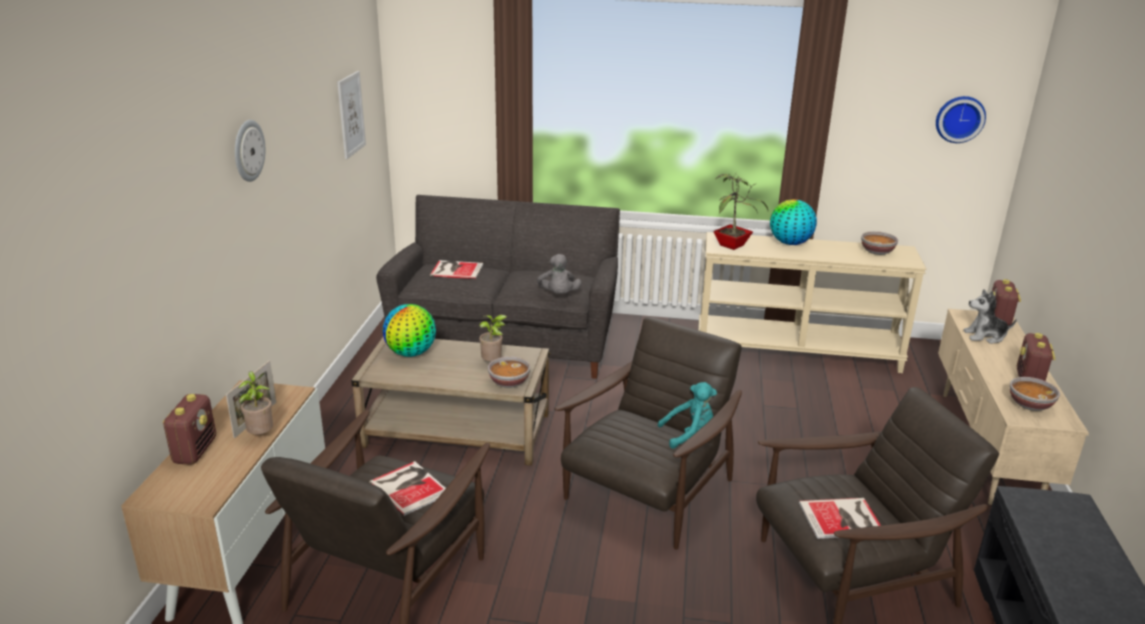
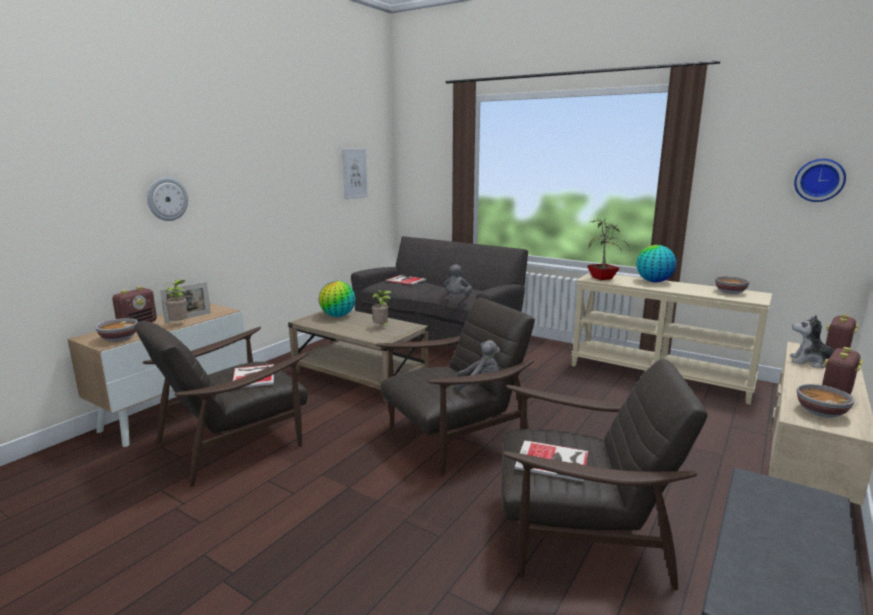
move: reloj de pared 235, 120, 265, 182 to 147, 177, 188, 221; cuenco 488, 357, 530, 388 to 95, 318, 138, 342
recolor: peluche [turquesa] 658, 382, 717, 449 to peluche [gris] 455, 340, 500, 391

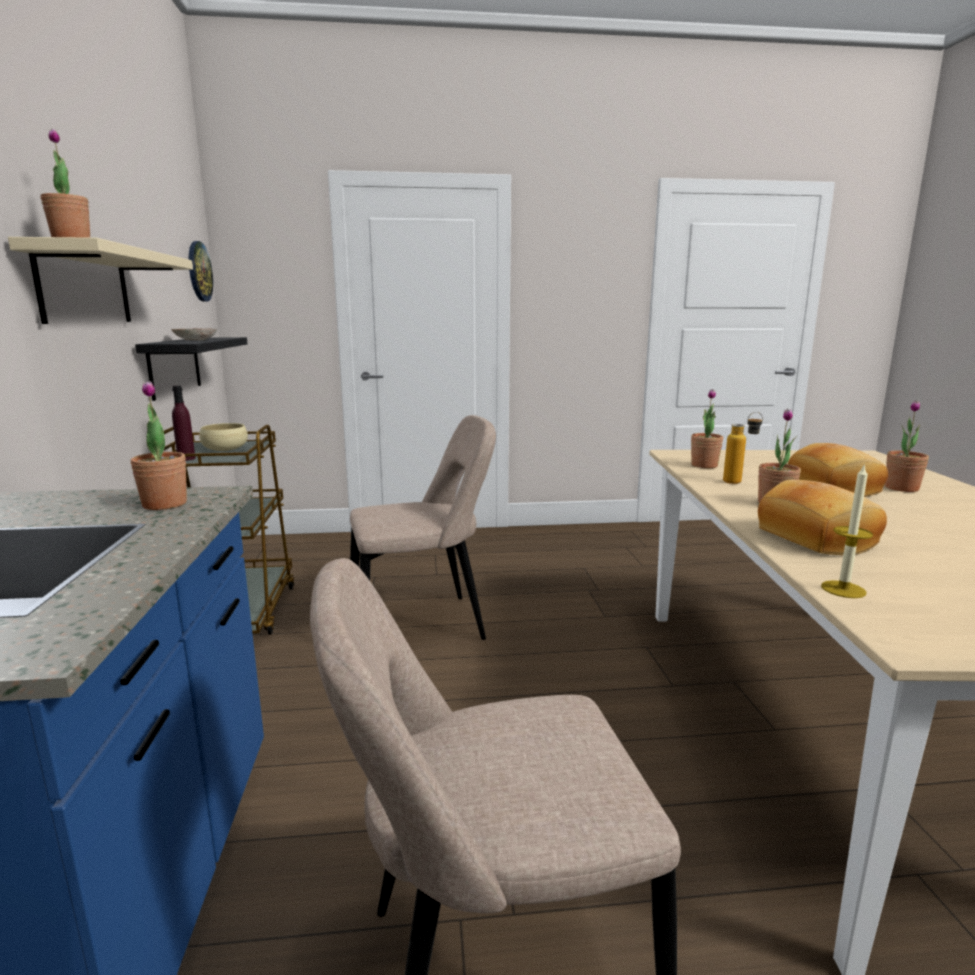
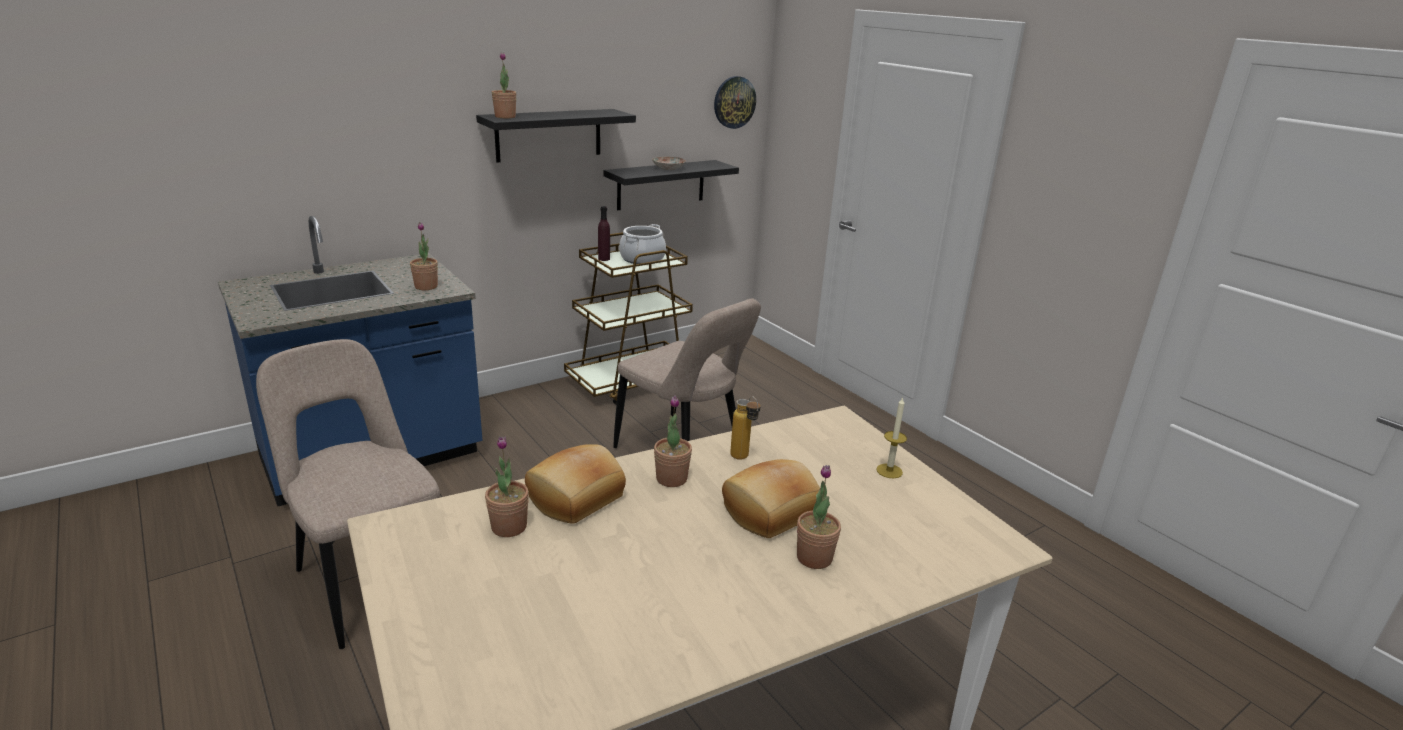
move: planta en maceta 691, 389, 723, 468 to 485, 436, 529, 537; vela 821, 463, 873, 598 to 876, 397, 907, 478
replace: cuenco [beis] 199, 423, 248, 451 to olla 619, 224, 666, 265
recolor: estante [beis] 8, 237, 193, 324 to estante [negro] 476, 109, 636, 162

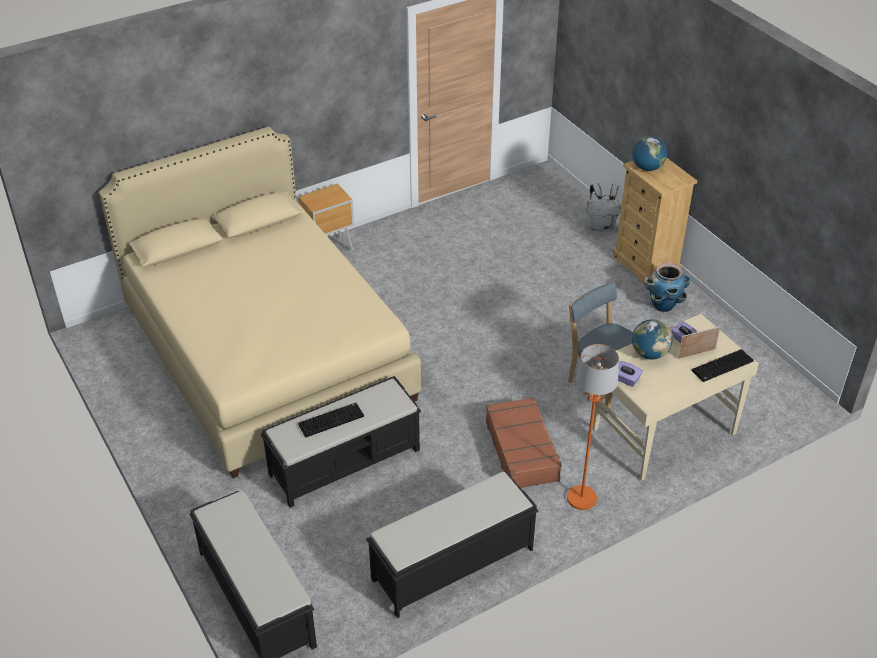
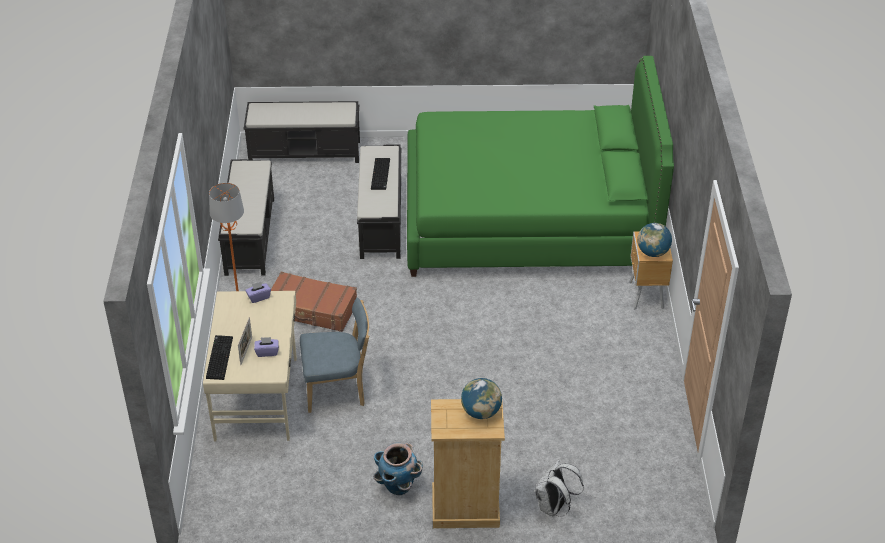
move: globo terráqueo 632, 320, 672, 359 to 637, 223, 672, 257
recolor: cama [beis] 99, 127, 421, 478 to cama [verde] 407, 56, 674, 277

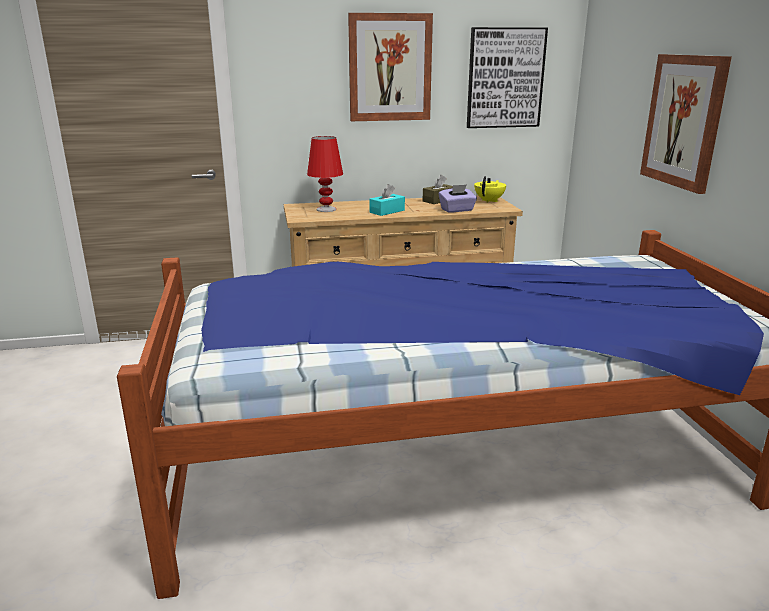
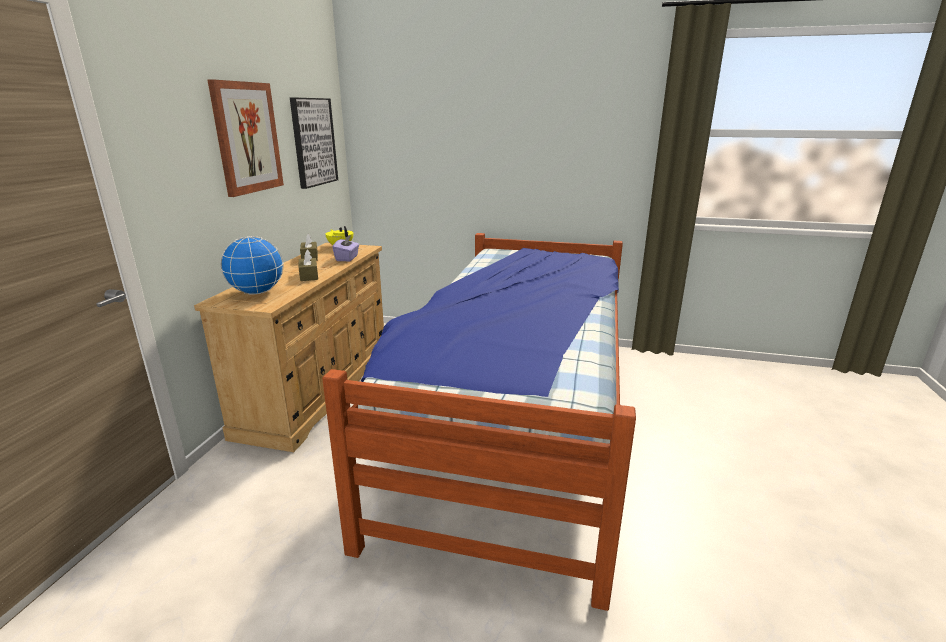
delete: cuadro 640, 54, 732, 194
replace: lámpara de mesa [rojo] 307, 136, 343, 212 to globo terráqueo 220, 236, 283, 294
recolor: caja de pañuelos [turquesa] 369, 184, 405, 216 to caja de pañuelos [marrón] 299, 249, 318, 281

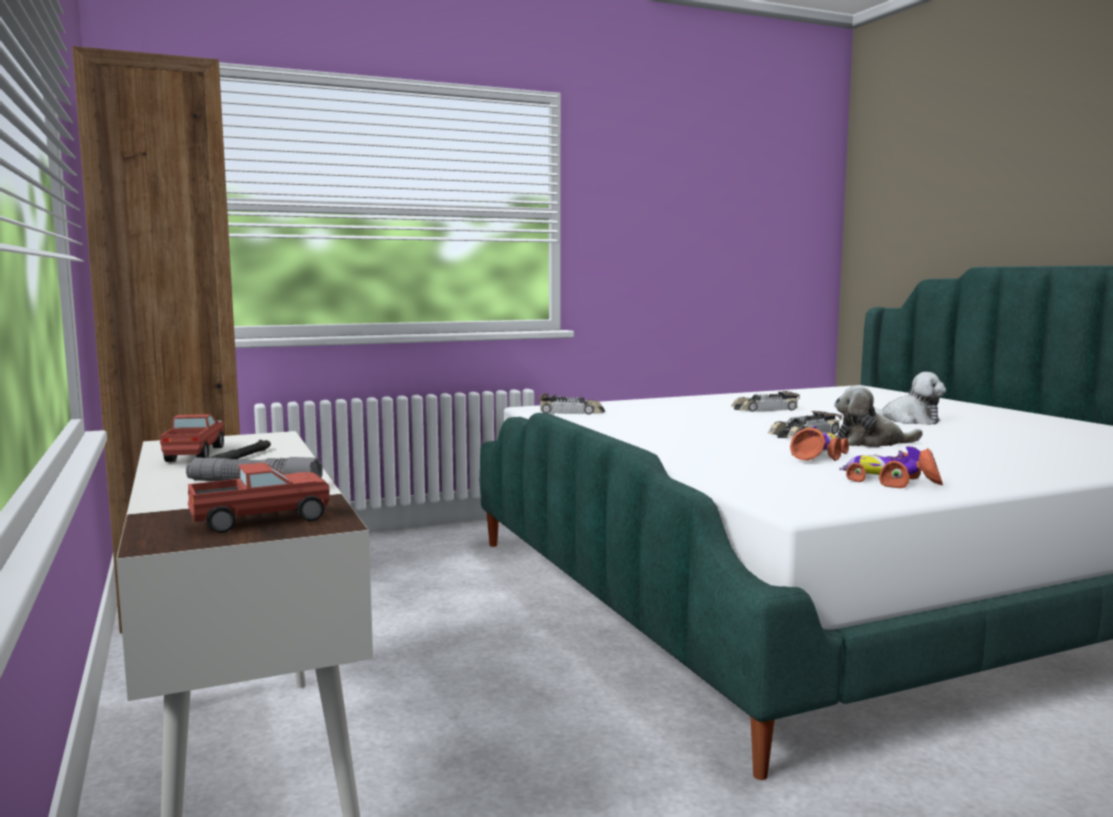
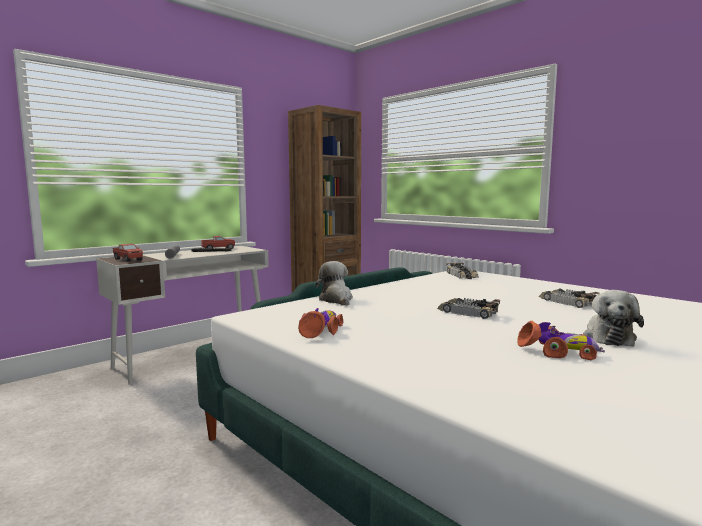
move: coche de juguete 790, 426, 849, 461 to 517, 321, 605, 360; peluche 834, 385, 923, 447 to 315, 261, 353, 306

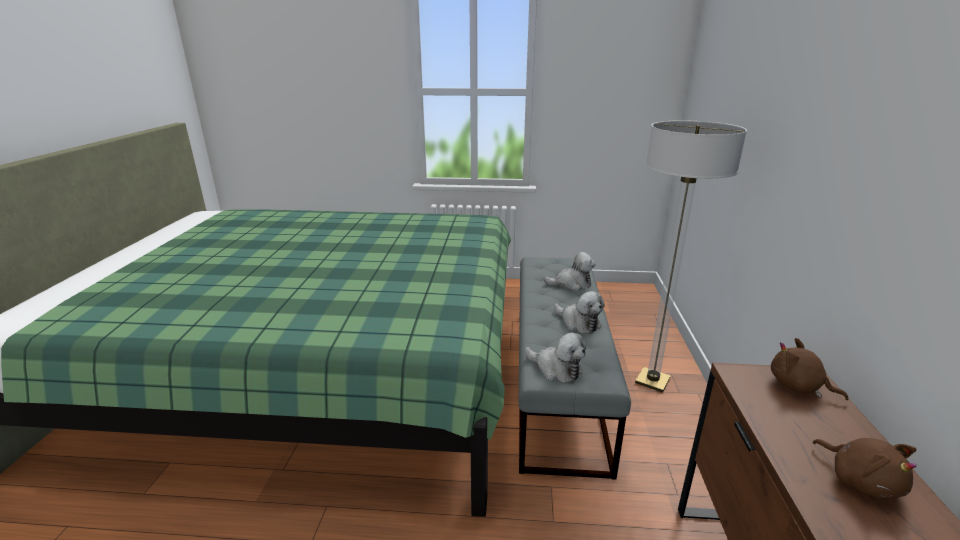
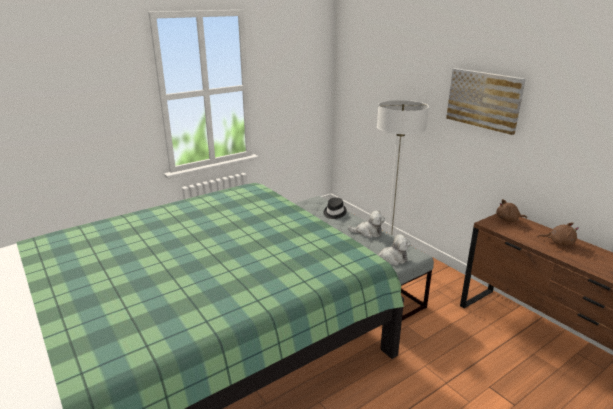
insert: cuadro 446, 68, 526, 135
replace: peluche 544, 252, 596, 291 to sombrero [negro] 323, 198, 347, 219

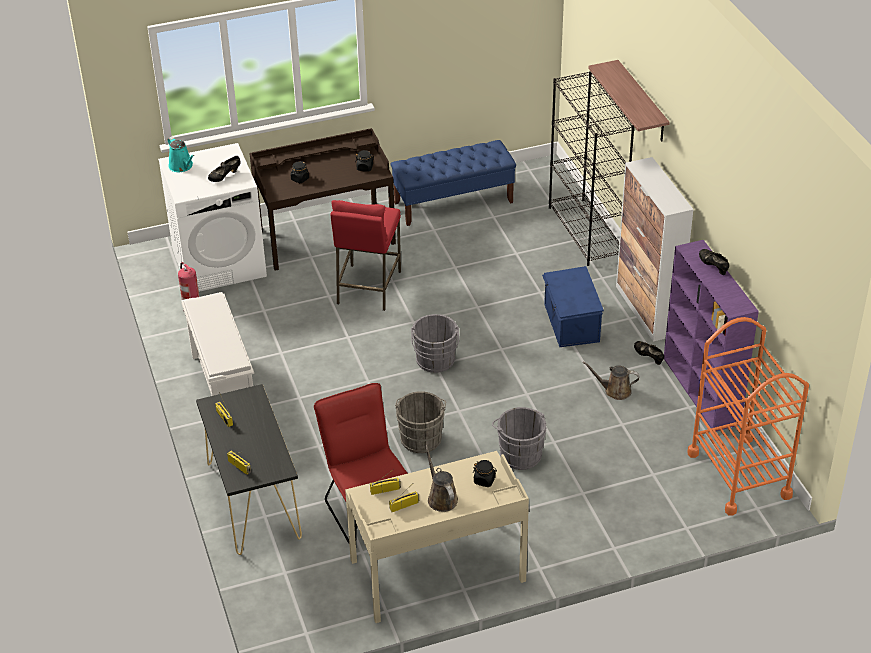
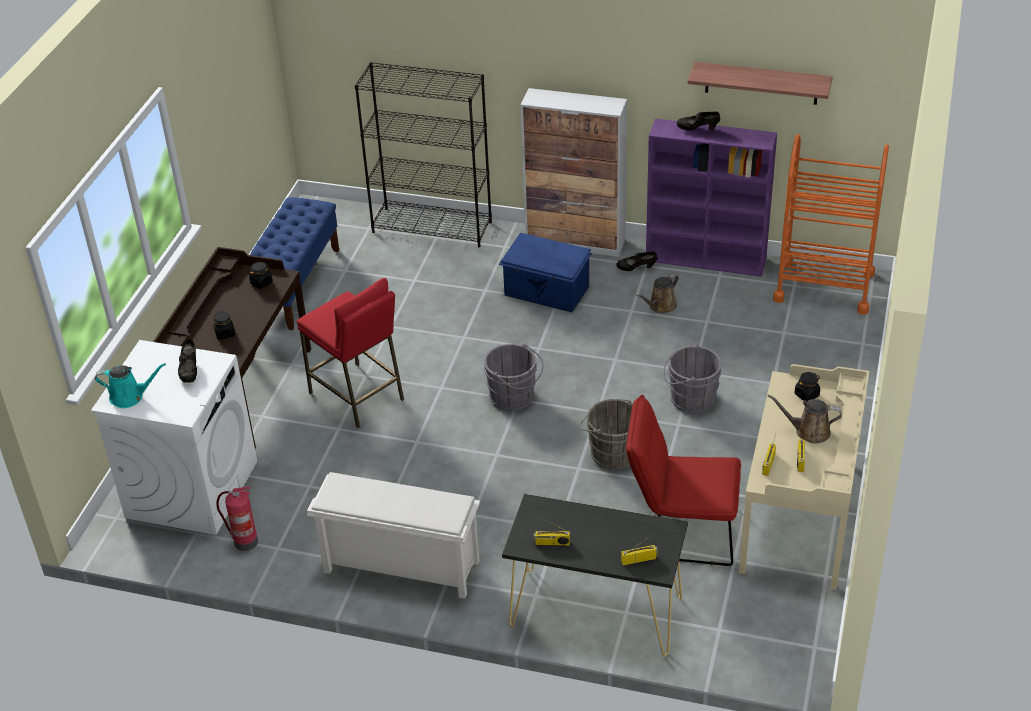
move: estante 588, 60, 670, 142 to 688, 62, 833, 105

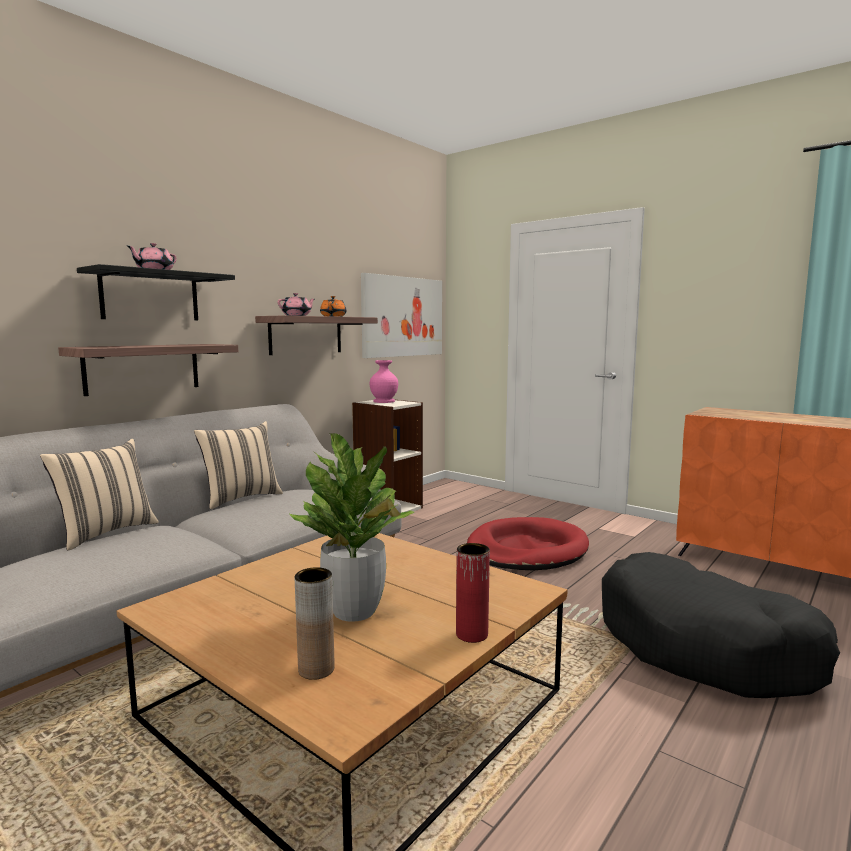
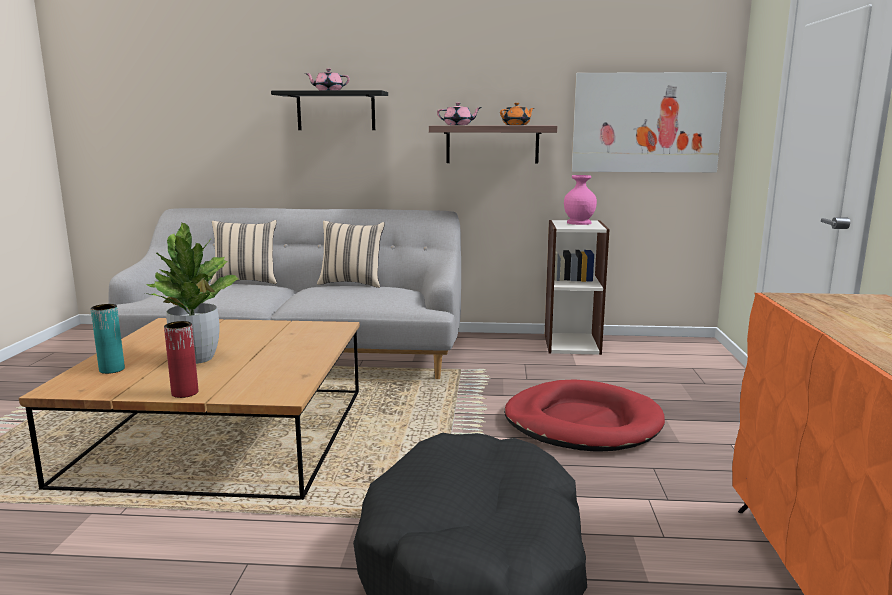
delete: estante 58, 344, 238, 396
recolor: florero [marrón] 295, 567, 335, 680 to florero [turquesa] 91, 304, 125, 374

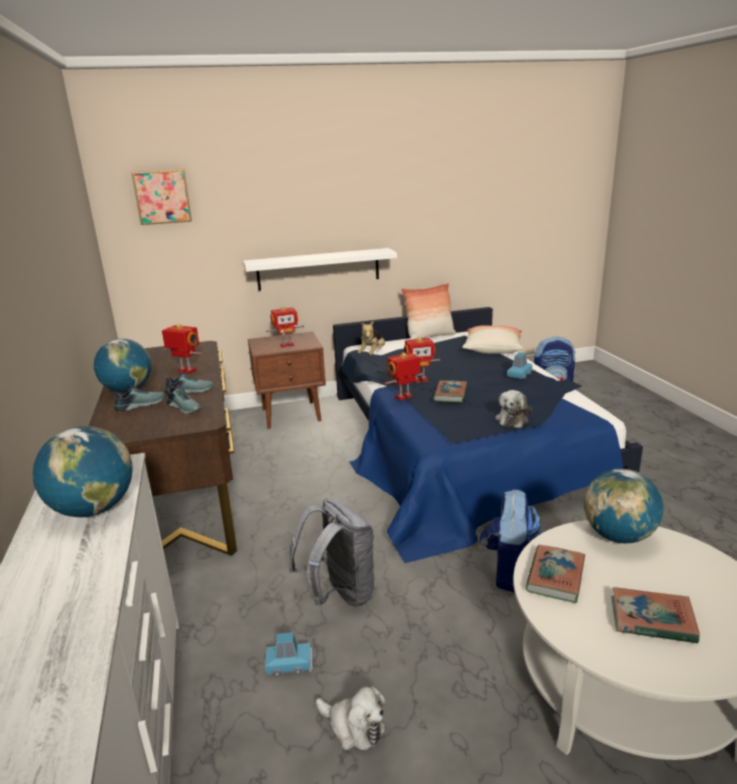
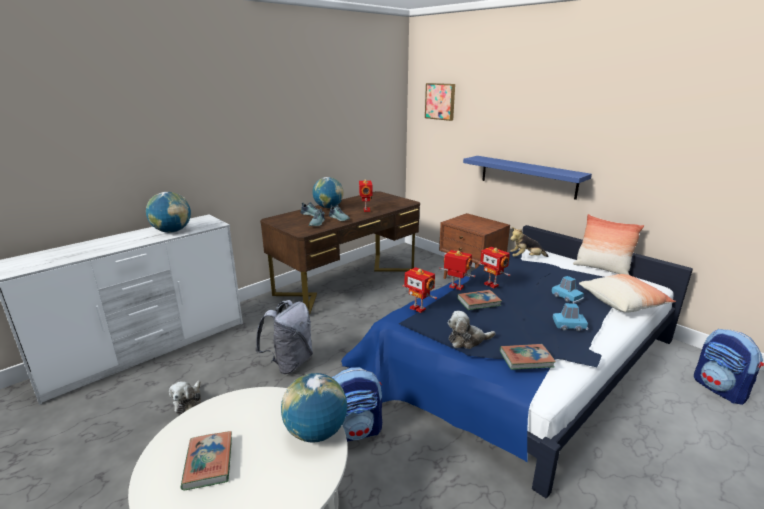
move: coche de juguete [azul] 265, 632, 312, 677 to 552, 276, 584, 304; robot de juguete 266, 306, 304, 348 to 403, 267, 437, 313; libro 526, 545, 585, 603 to 500, 344, 556, 370
recolor: estante [blanco] 243, 248, 397, 291 to estante [azul] 463, 156, 592, 200

